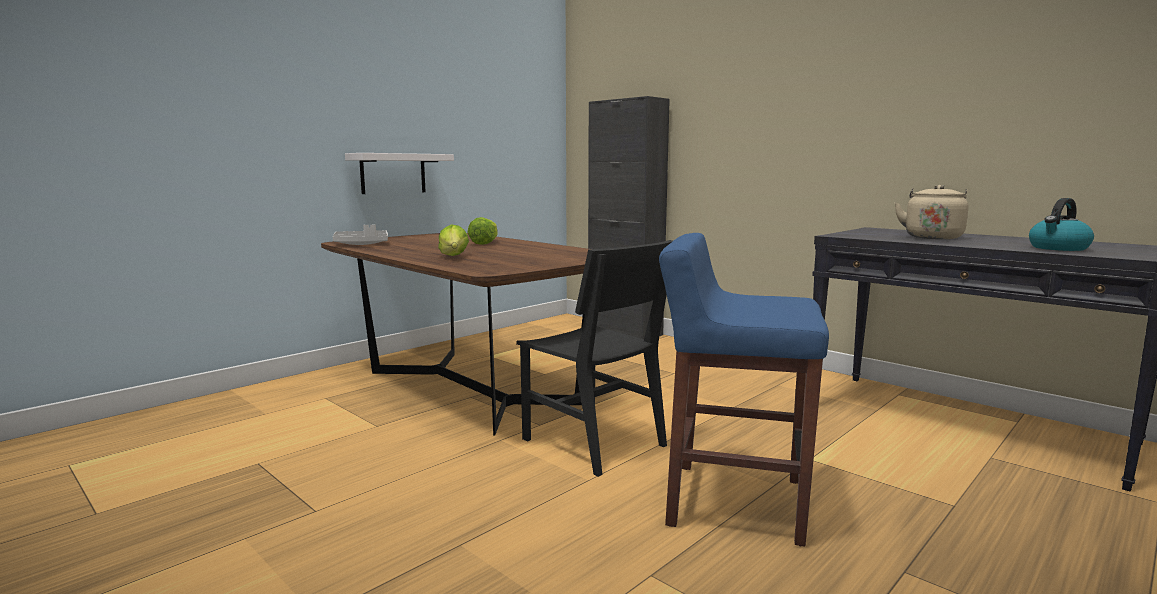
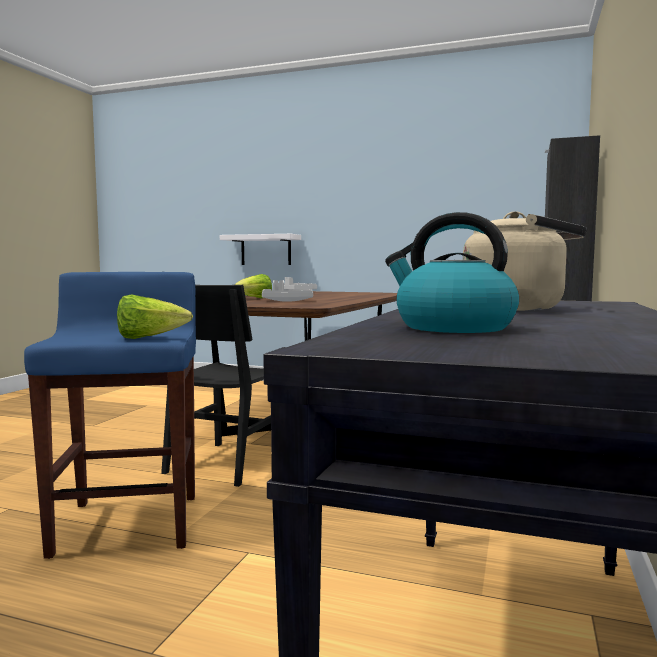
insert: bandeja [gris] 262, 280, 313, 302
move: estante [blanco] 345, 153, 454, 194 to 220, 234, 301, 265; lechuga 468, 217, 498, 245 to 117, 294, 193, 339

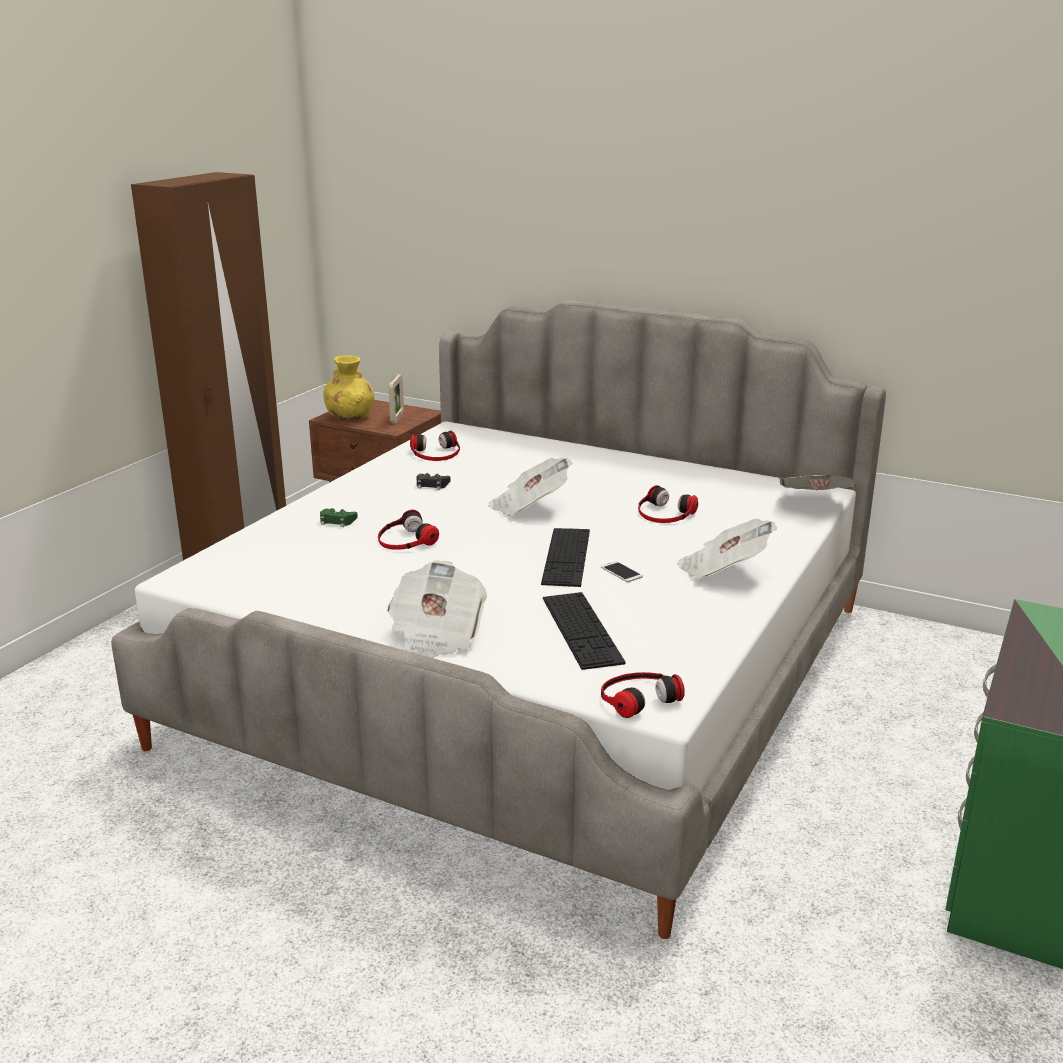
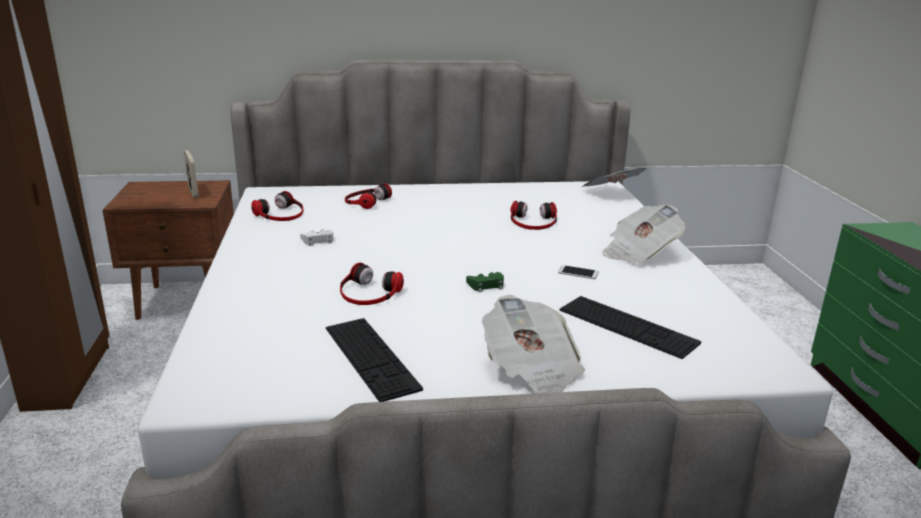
delete: florero [amarillo] 323, 356, 375, 419; periódico 488, 458, 572, 516
move: mando de consola [verde] 320, 508, 358, 527 to 466, 272, 504, 292; teclado 541, 528, 590, 587 to 326, 318, 423, 402; auriculares 601, 672, 685, 718 to 345, 183, 392, 209
recolor: mando de consola [negro] 416, 473, 451, 490 to mando de consola [blanco] 300, 229, 334, 246

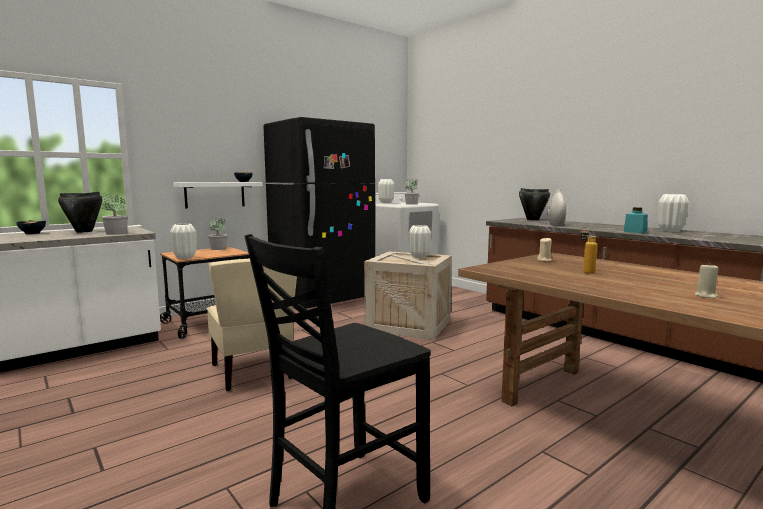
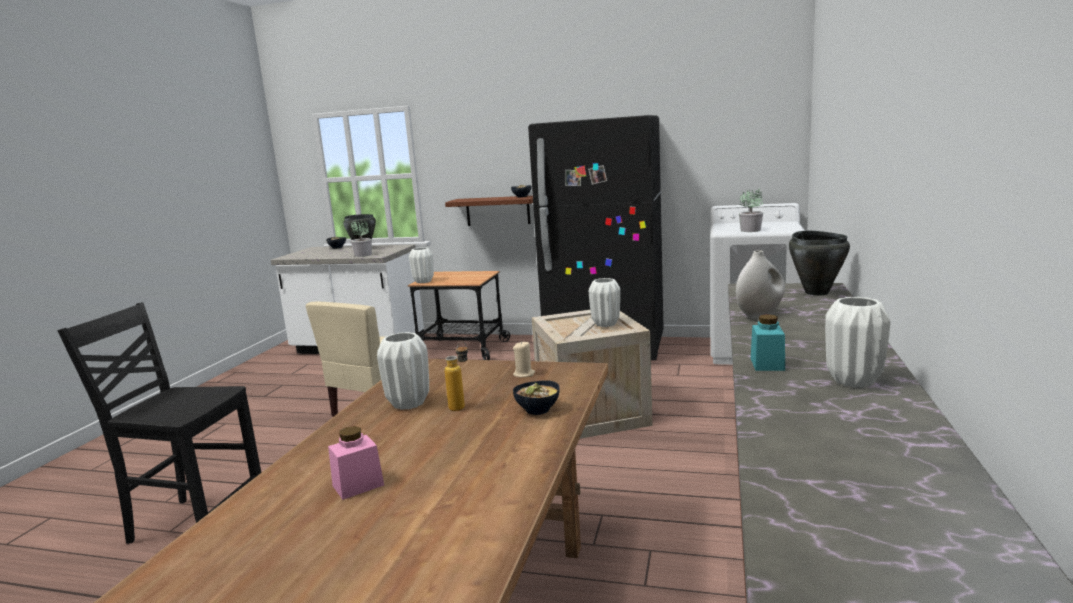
delete: planta en maceta 208, 217, 227, 250
insert: cuenco 513, 380, 560, 415
move: florero [blanco] 378, 179, 394, 203 to 377, 332, 429, 410
replace: vela [beis] 695, 264, 719, 299 to tarro [rosa] 328, 426, 384, 500
recolor: estante [blanco] 173, 182, 263, 209 to estante [marrón] 445, 196, 533, 226

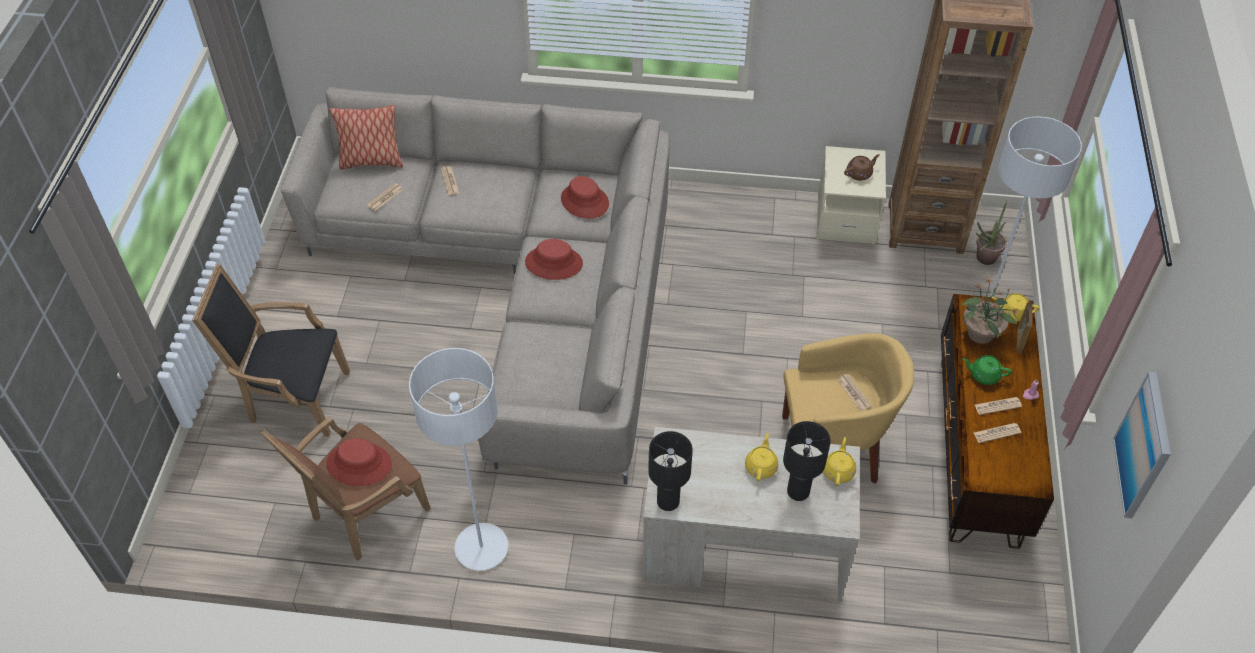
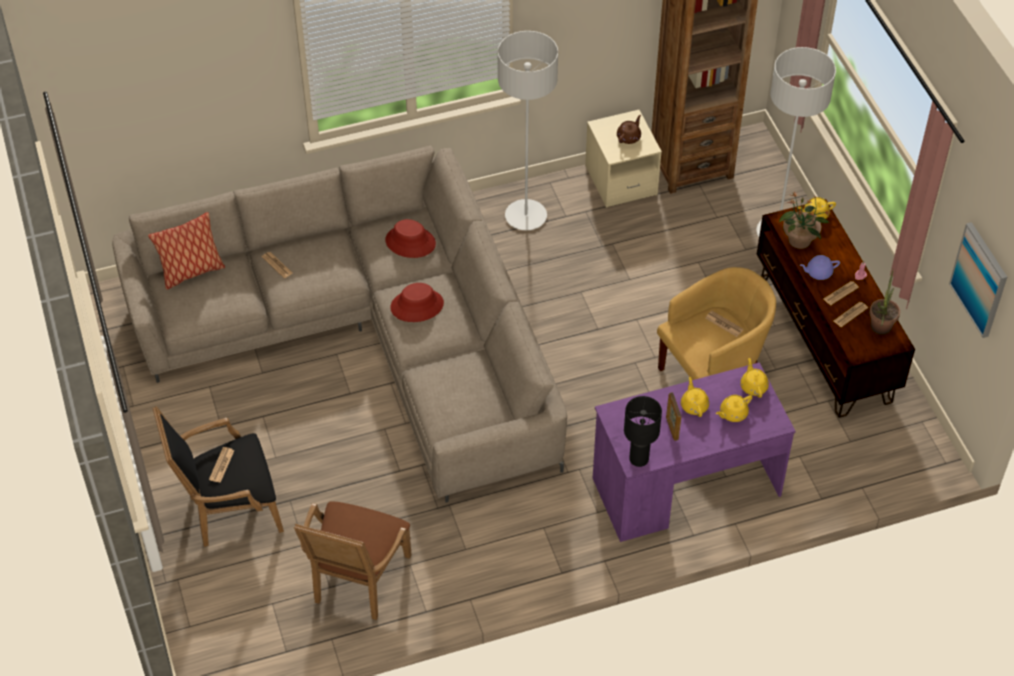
delete: sombrero [rojo] 327, 438, 392, 486
move: periódico 367, 183, 403, 211 to 209, 447, 235, 483; lámpara de pie [gris] 409, 348, 508, 571 to 498, 31, 558, 230; planta en maceta 976, 201, 1007, 265 to 869, 270, 900, 335; portarretratos 1016, 301, 1033, 353 to 666, 392, 681, 441
replace: lámpara de mesa [negro] 783, 421, 831, 501 to tetera [amarillo] 716, 395, 752, 422
recolor: escritorio [beis] 642, 427, 860, 603 to escritorio [morado] 593, 362, 796, 542; tetera [verde] 962, 355, 1012, 385 to tetera [morado] 800, 255, 840, 280

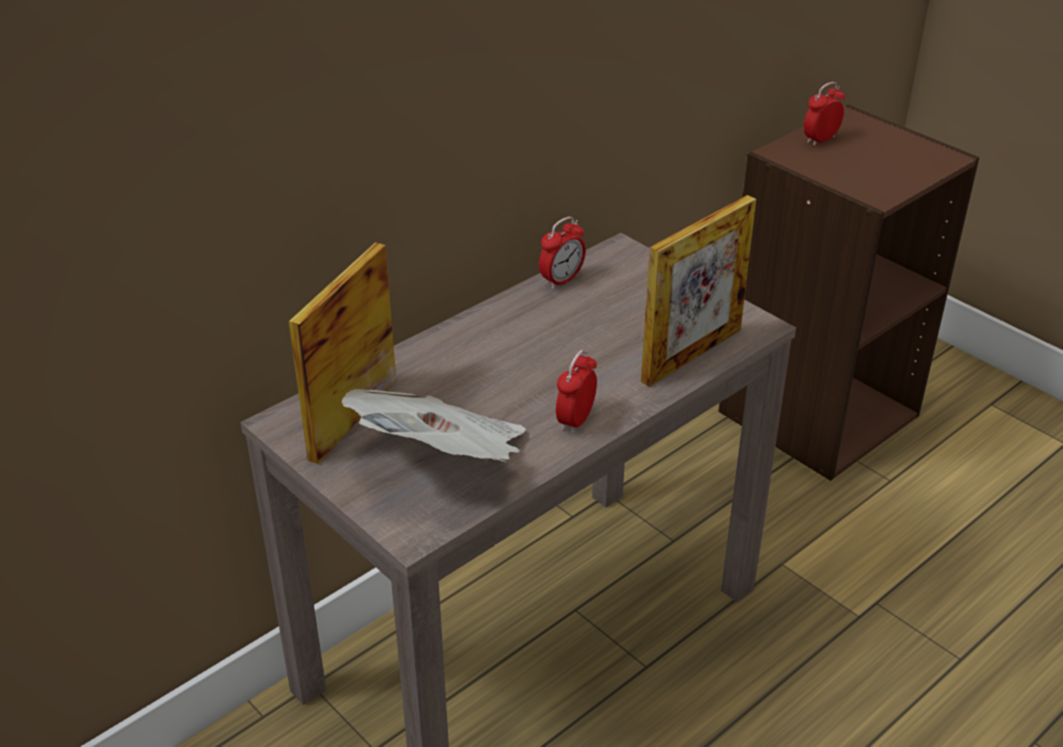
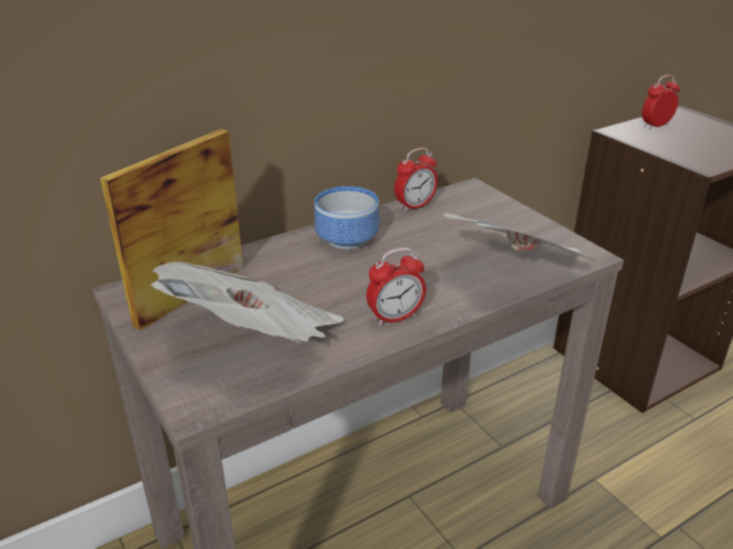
insert: cuenco 314, 186, 379, 250
replace: portarretratos 641, 195, 756, 387 to periódico 443, 213, 597, 262
rotate: despertador 556, 350, 597, 433 = 366, 248, 426, 326 150 degrees counterclockwise

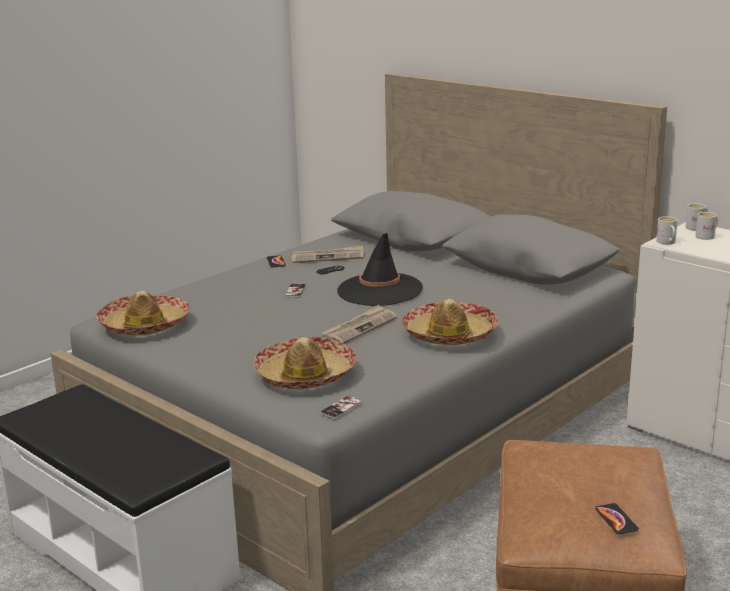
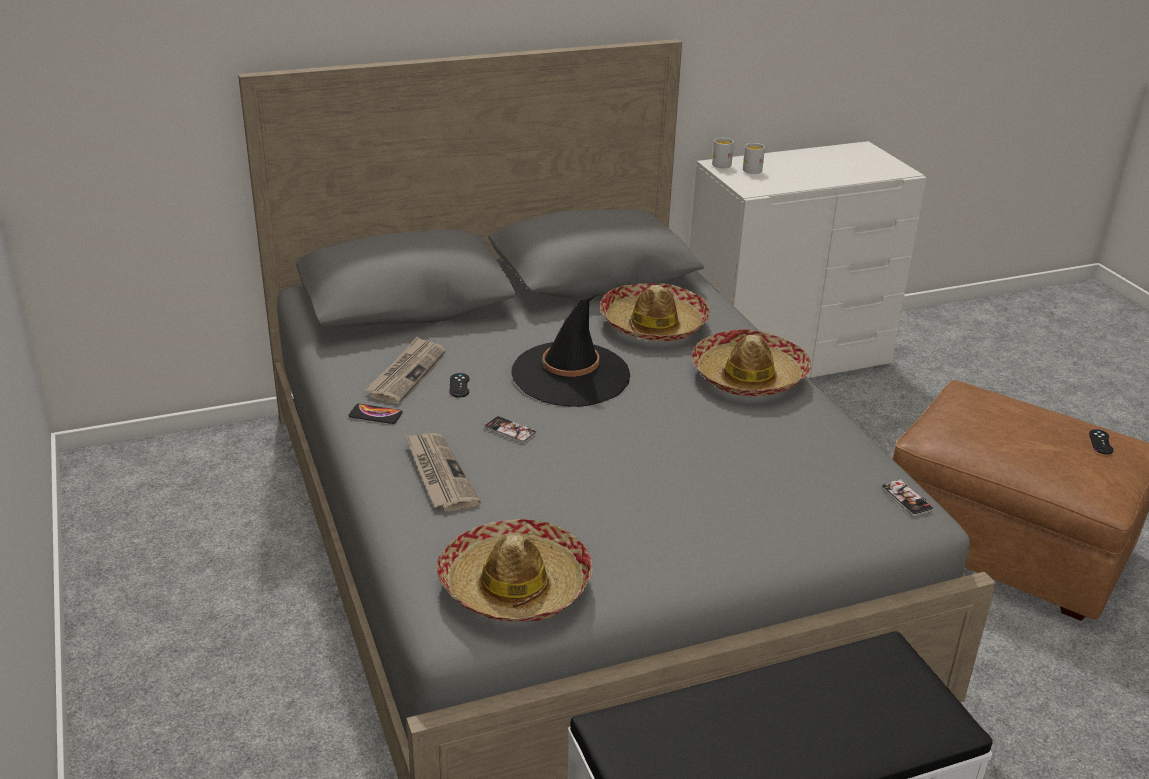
delete: taza grande [blanco] 657, 216, 678, 244
move: sombrero 253, 337, 357, 389 to 600, 283, 710, 341; periódico 321, 305, 397, 344 to 405, 433, 481, 512
replace: móvil 595, 503, 639, 534 to mando de consola [negro] 1089, 429, 1114, 454

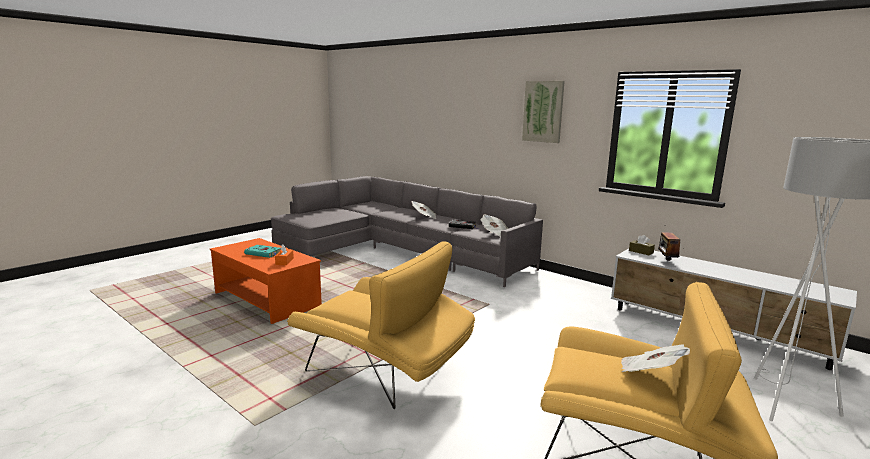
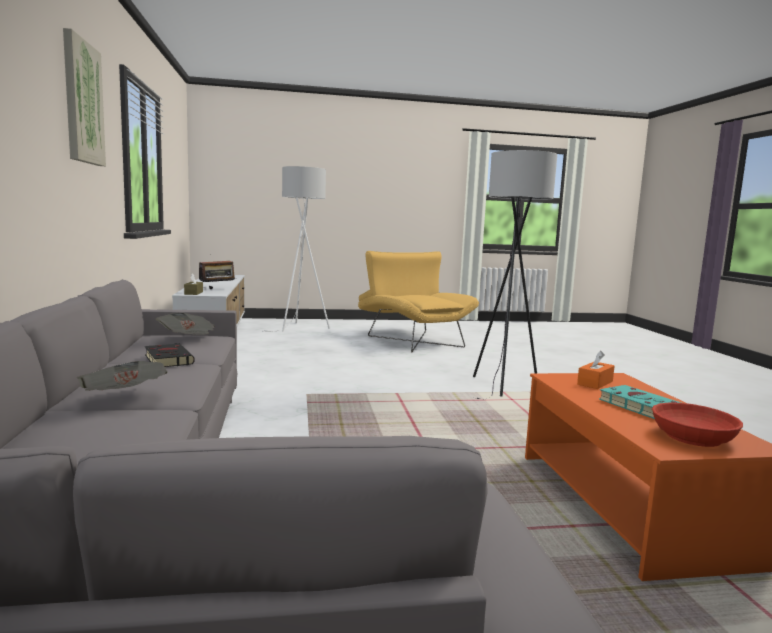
delete: periódico 621, 345, 690, 372
insert: cuenco [rojo] 652, 402, 743, 447
replace: sillón [amarillo] 287, 241, 475, 409 to lámpara de pie [gris] 473, 150, 557, 400

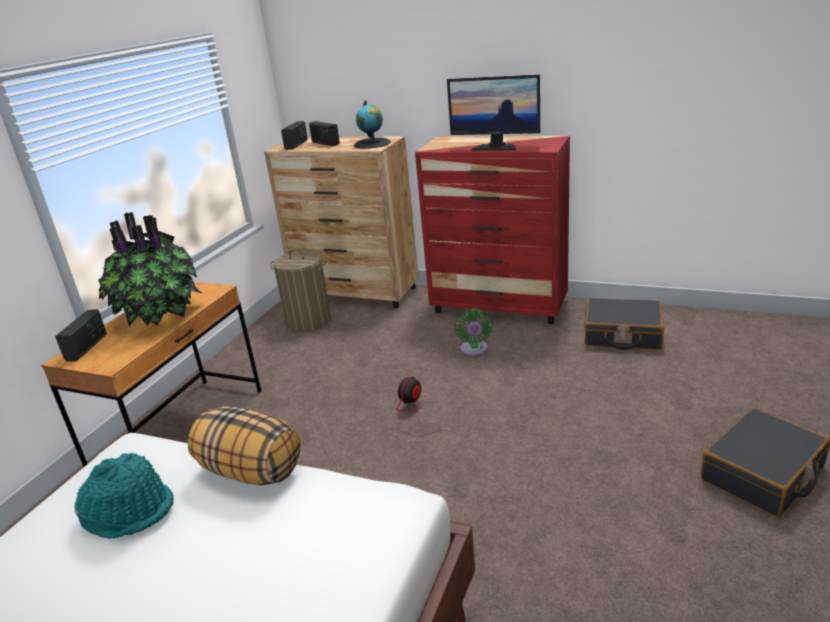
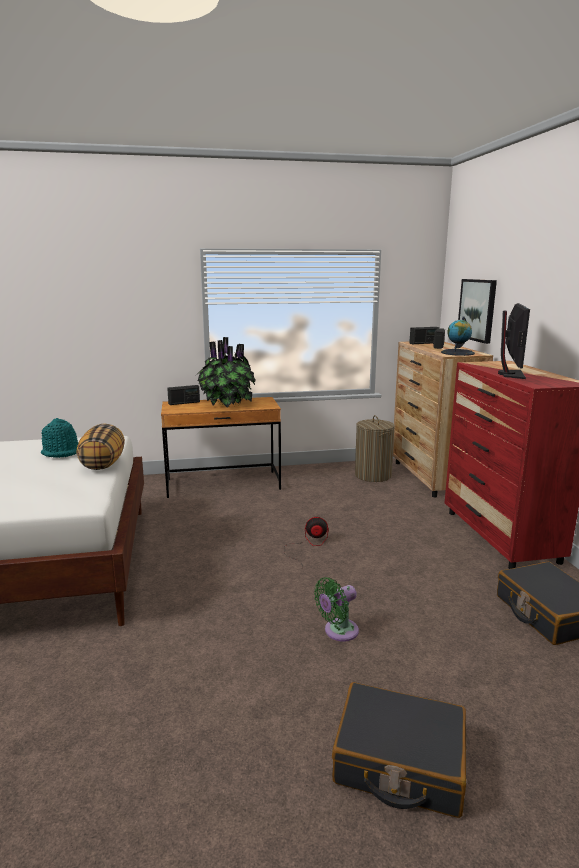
insert: cuadro 458, 279, 497, 344
move: ventilador [verde] 454, 308, 493, 356 to 314, 577, 359, 641
rotate: monitor 447, 74, 540, 151 = 498, 303, 530, 379 150 degrees counterclockwise

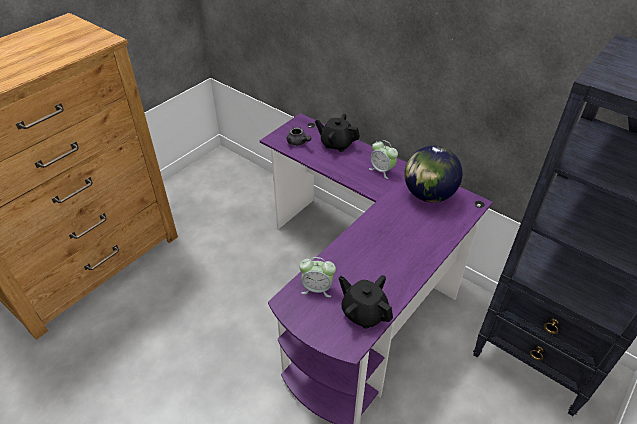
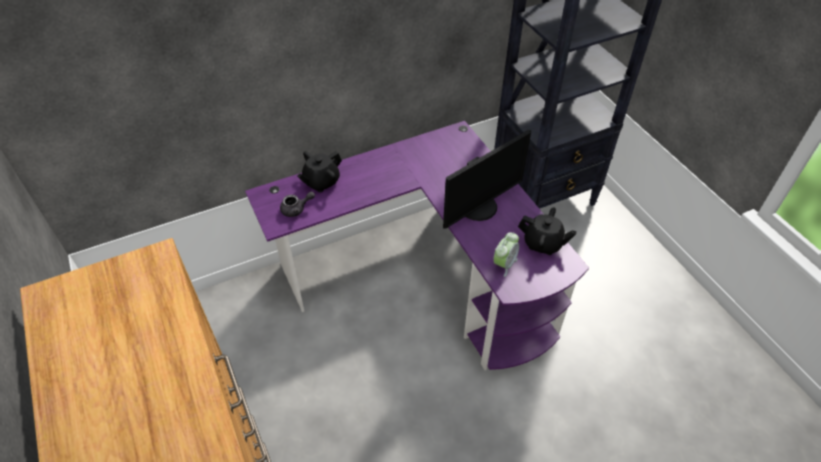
delete: despertador 369, 140, 398, 179; globo terráqueo 404, 146, 462, 203
insert: monitor 443, 130, 531, 229
rotate: tetera [negro] 339, 275, 393, 329 = 518, 207, 577, 255 135 degrees counterclockwise

